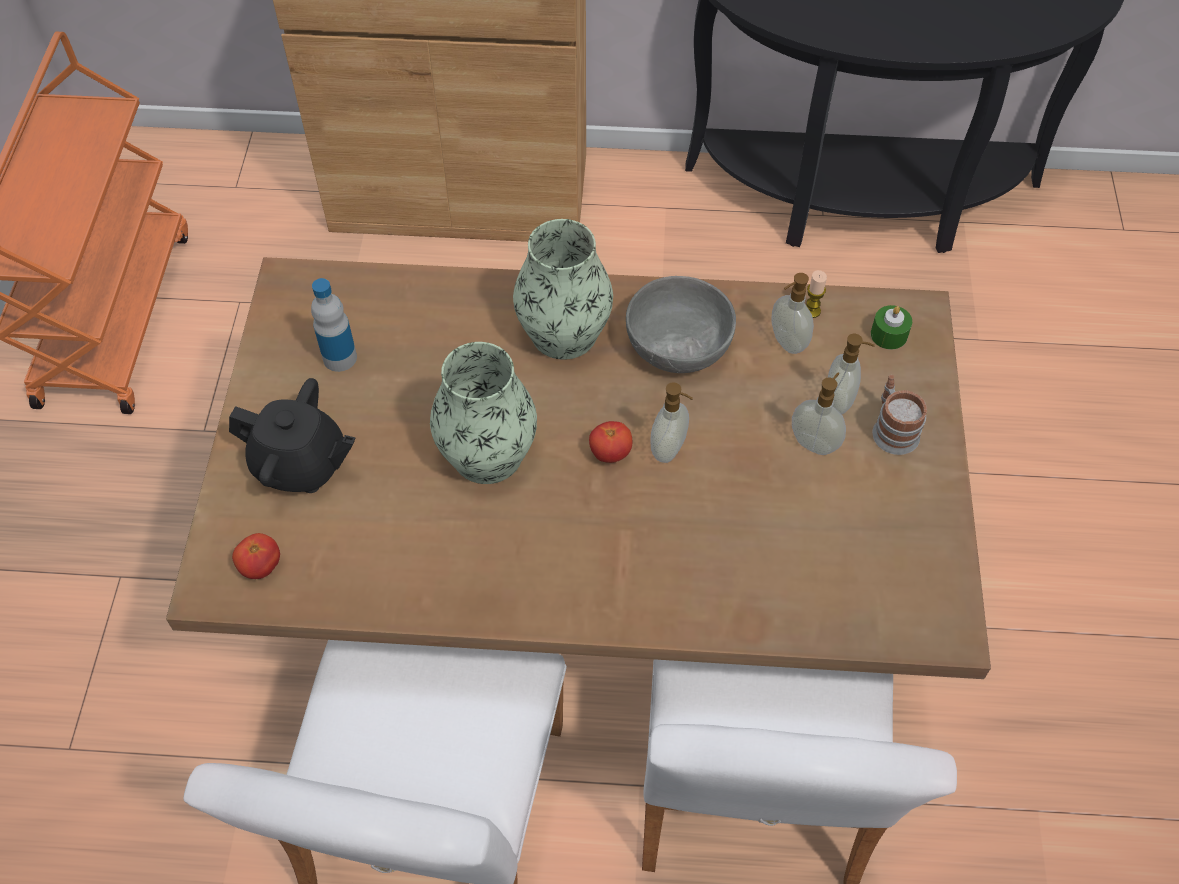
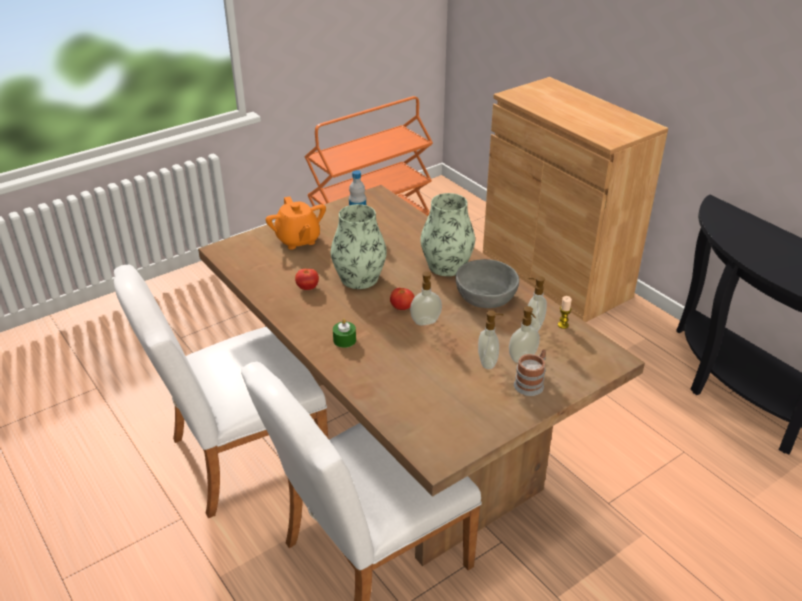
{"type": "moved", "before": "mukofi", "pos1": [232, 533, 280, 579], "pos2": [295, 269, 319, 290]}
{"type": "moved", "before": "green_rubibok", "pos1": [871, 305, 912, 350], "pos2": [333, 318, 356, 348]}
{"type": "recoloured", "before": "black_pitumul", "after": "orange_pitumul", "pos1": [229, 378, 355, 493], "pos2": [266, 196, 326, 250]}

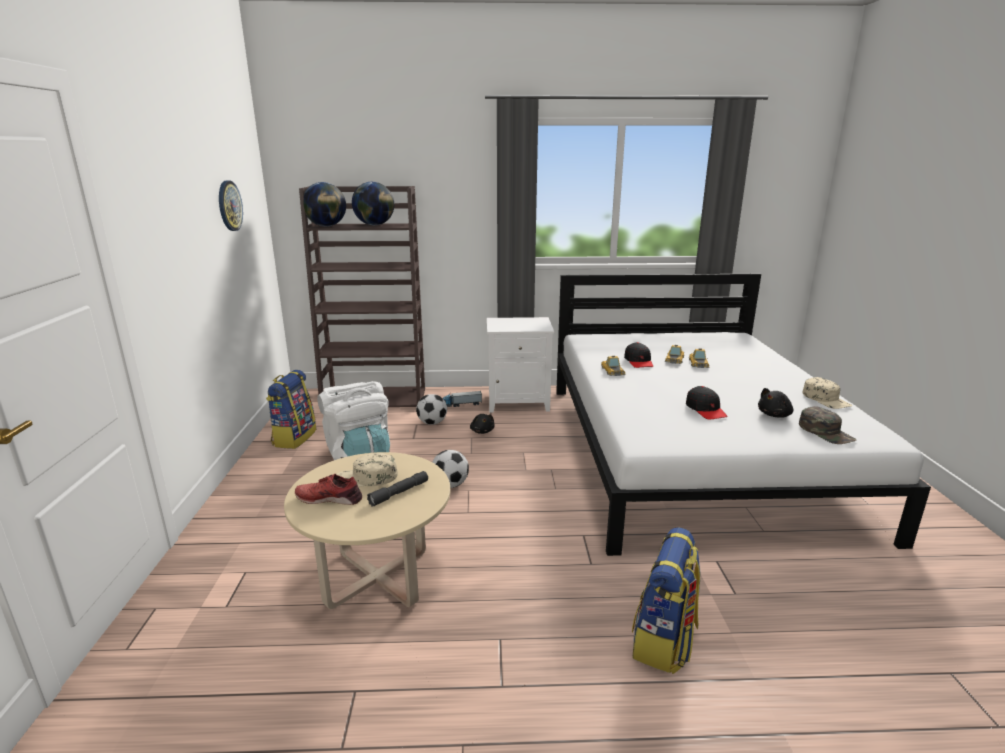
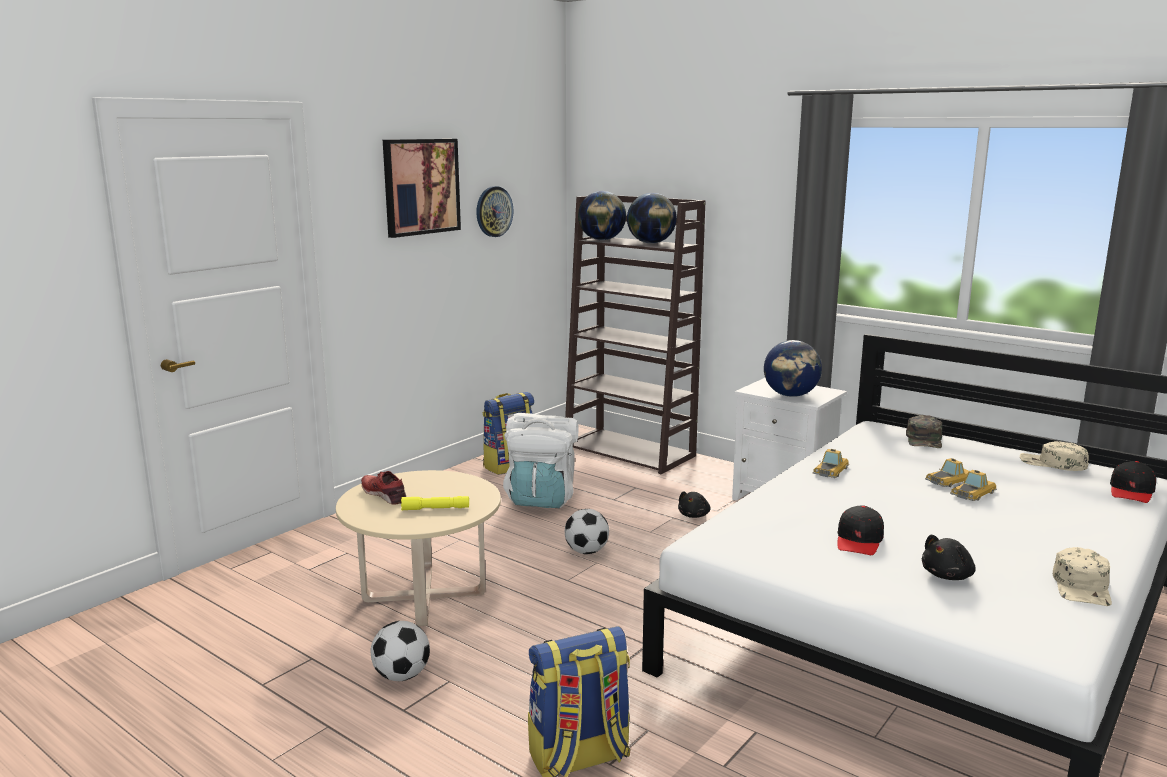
{"type": "removed", "before": "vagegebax", "pos1": [443, 391, 482, 407]}
{"type": "added", "after": "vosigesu", "pos2": [383, 139, 461, 238]}
{"type": "added", "after": "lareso", "pos2": [764, 340, 822, 397]}
{"type": "moved", "before": "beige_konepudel", "pos1": [336, 453, 398, 487], "pos2": [1020, 441, 1089, 471]}
{"type": "moved", "before": "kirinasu", "pos1": [416, 394, 447, 425], "pos2": [371, 621, 430, 681]}
{"type": "moved", "before": "black_konepudel", "pos1": [624, 342, 653, 368], "pos2": [1110, 461, 1156, 503]}
{"type": "moved", "before": "green_konepudel", "pos1": [799, 406, 856, 444], "pos2": [906, 415, 942, 448]}
{"type": "recoloured", "before": "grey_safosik", "after": "yellow_safosik", "pos1": [367, 471, 428, 507], "pos2": [401, 496, 469, 510]}
{"type": "turned", "before": "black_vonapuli", "pos1": [758, 388, 793, 418], "pos2": [922, 534, 976, 580], "turn": -45}

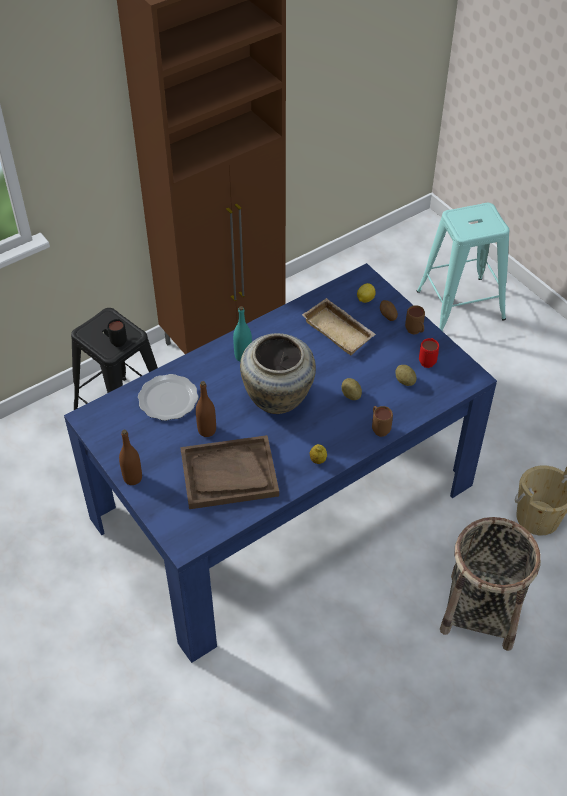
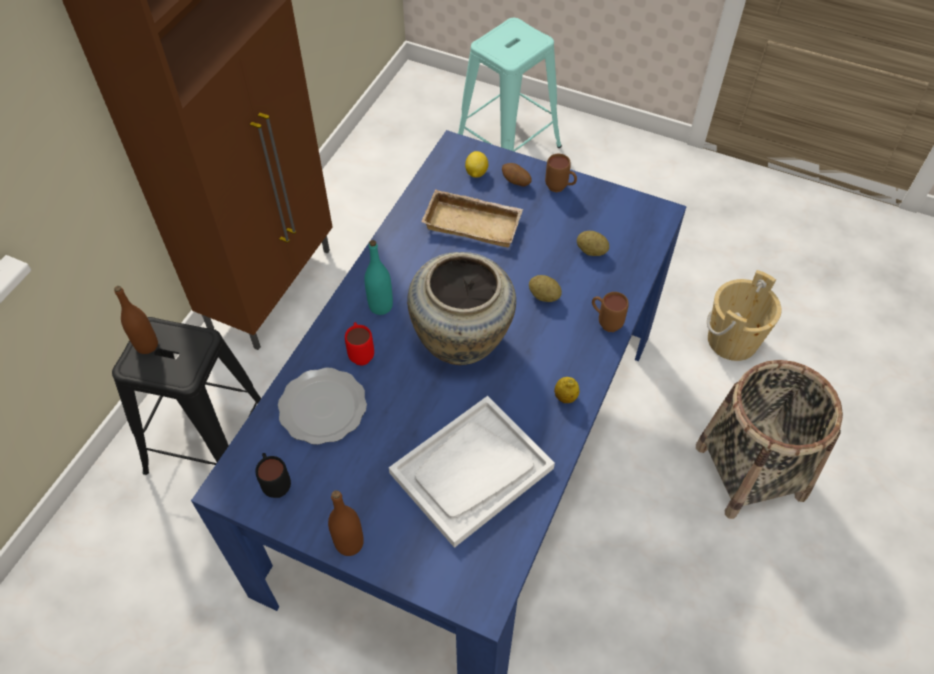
{"type": "moved", "before": "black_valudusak", "pos1": [107, 319, 127, 347], "pos2": [255, 453, 291, 498]}
{"type": "moved", "before": "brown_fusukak", "pos1": [196, 381, 216, 437], "pos2": [114, 286, 158, 354]}
{"type": "moved", "before": "red_valudusak", "pos1": [419, 338, 439, 368], "pos2": [345, 322, 374, 366]}
{"type": "recoloured", "before": "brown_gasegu", "after": "white_gasegu", "pos1": [180, 435, 279, 509], "pos2": [389, 396, 555, 548]}

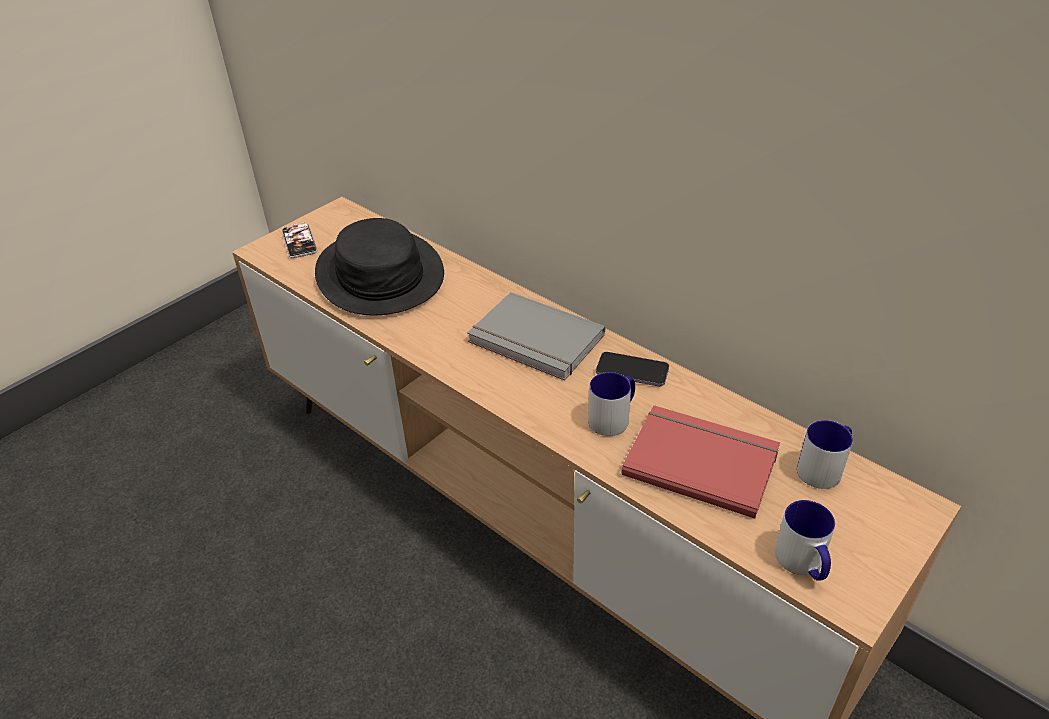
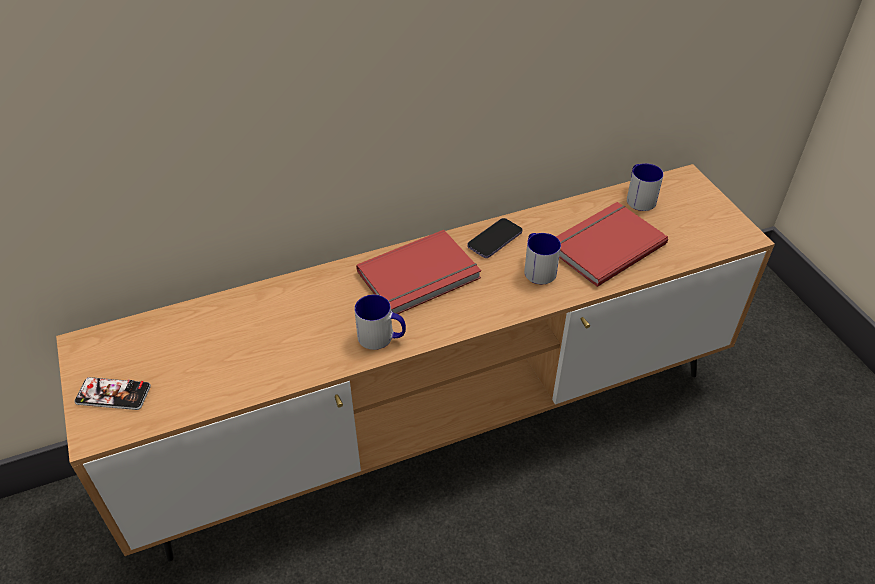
{"type": "removed", "before": "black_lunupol", "pos1": [315, 218, 444, 315]}
{"type": "moved", "before": "valudusak", "pos1": [775, 500, 835, 581], "pos2": [354, 295, 406, 350]}
{"type": "recoloured", "before": "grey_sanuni", "after": "red_sanuni", "pos1": [467, 292, 605, 380], "pos2": [356, 230, 481, 314]}

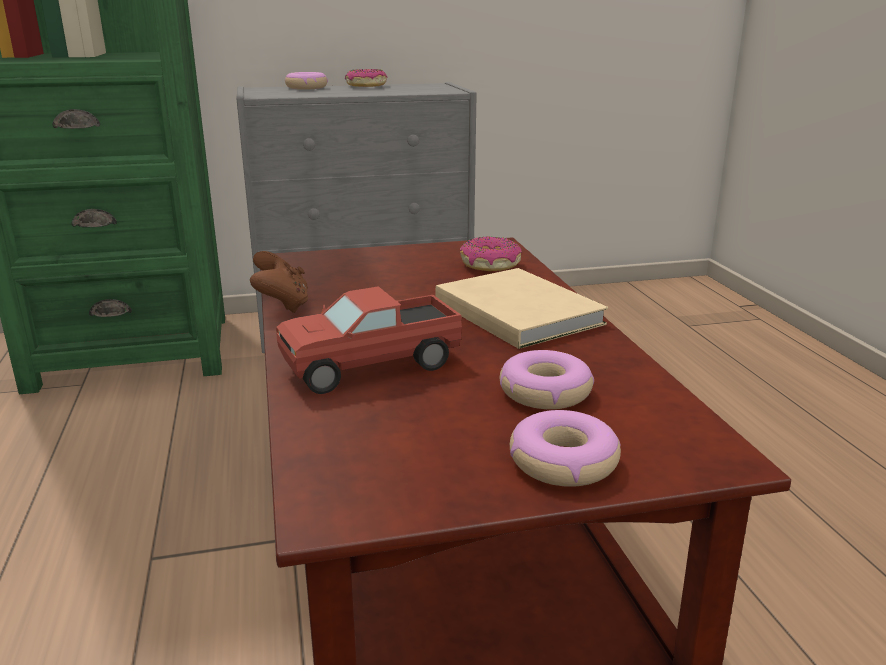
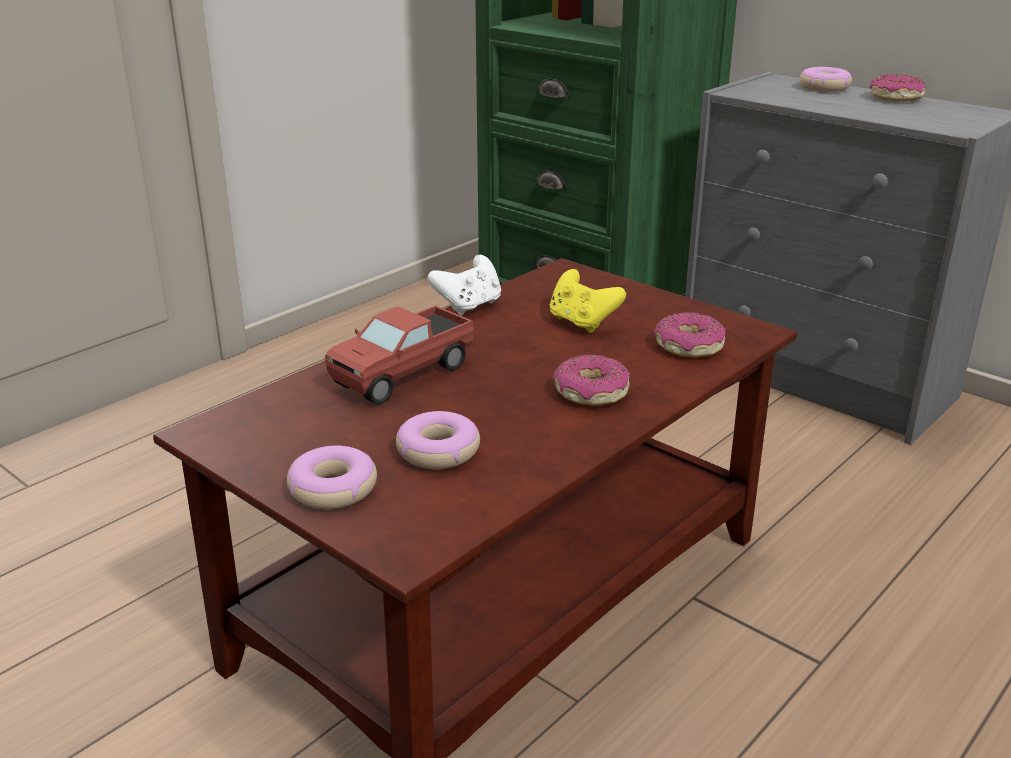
{"type": "added", "after": "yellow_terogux", "pos2": [550, 269, 626, 333]}
{"type": "replaced", "before": "beige_sanuni", "after": "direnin", "pos1": [435, 268, 608, 349], "pos2": [552, 355, 630, 405]}
{"type": "recoloured", "before": "brown_terogux", "after": "white_terogux", "pos1": [250, 251, 309, 313], "pos2": [427, 255, 501, 316]}
{"type": "turned", "before": "vagegebax", "pos1": [276, 286, 462, 394], "pos2": [325, 305, 474, 405], "turn": -75}

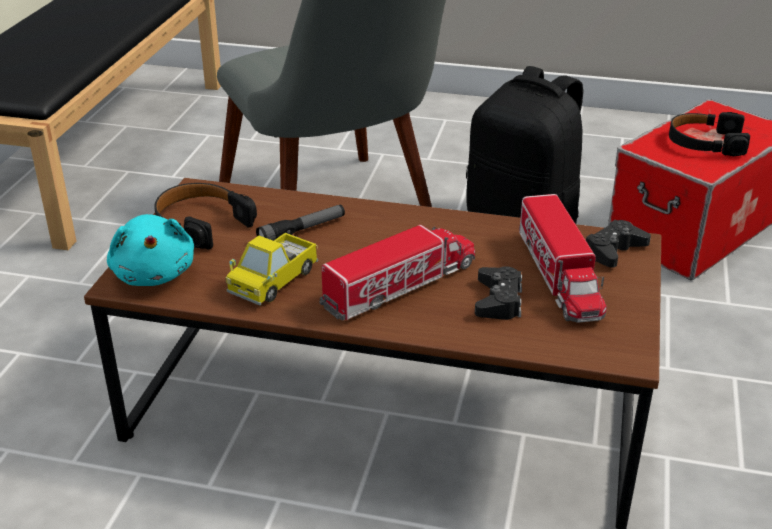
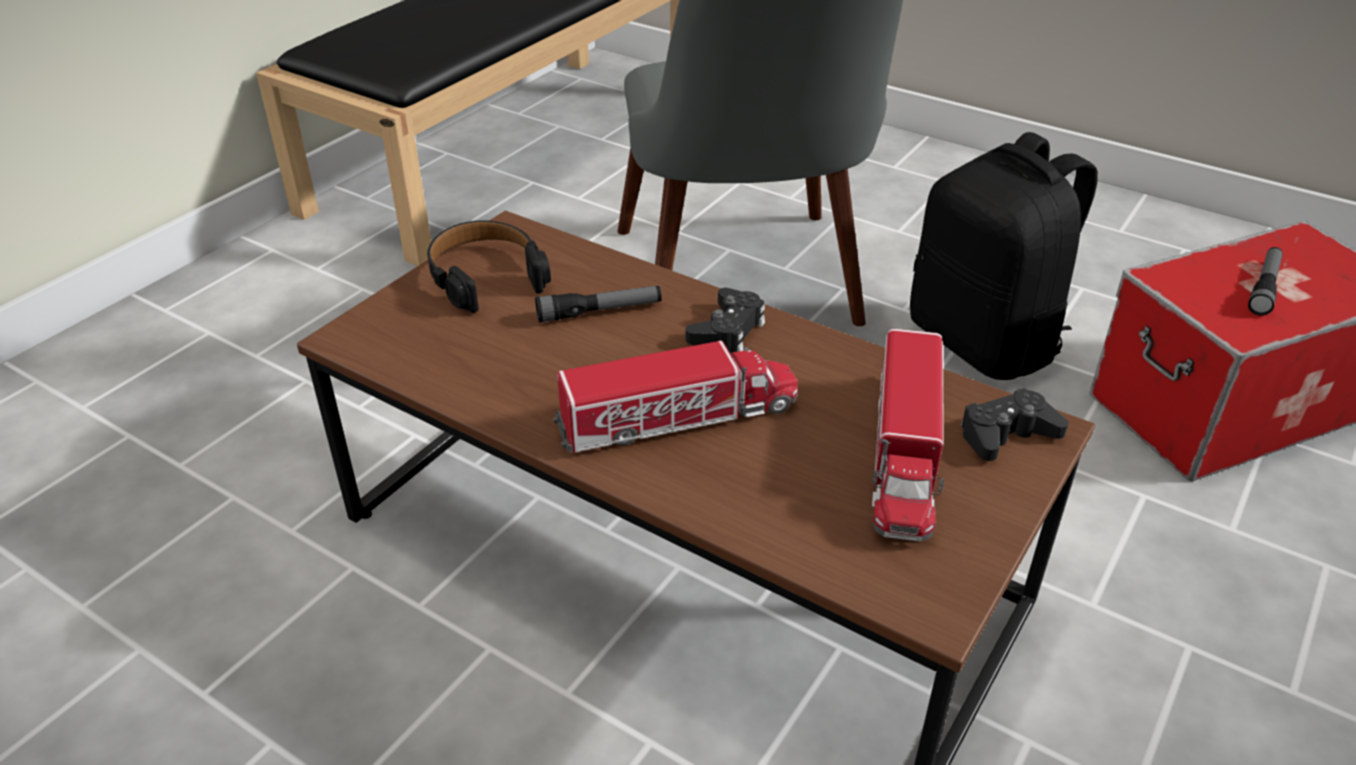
{"type": "removed", "before": "turquoise_vonapuli", "pos1": [107, 214, 194, 286]}
{"type": "removed", "before": "vagegebax", "pos1": [225, 233, 318, 305]}
{"type": "moved", "before": "black_terogux", "pos1": [475, 266, 522, 320], "pos2": [685, 288, 765, 353]}
{"type": "replaced", "before": "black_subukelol", "after": "safosik", "pos1": [669, 112, 750, 156], "pos2": [1248, 247, 1283, 316]}

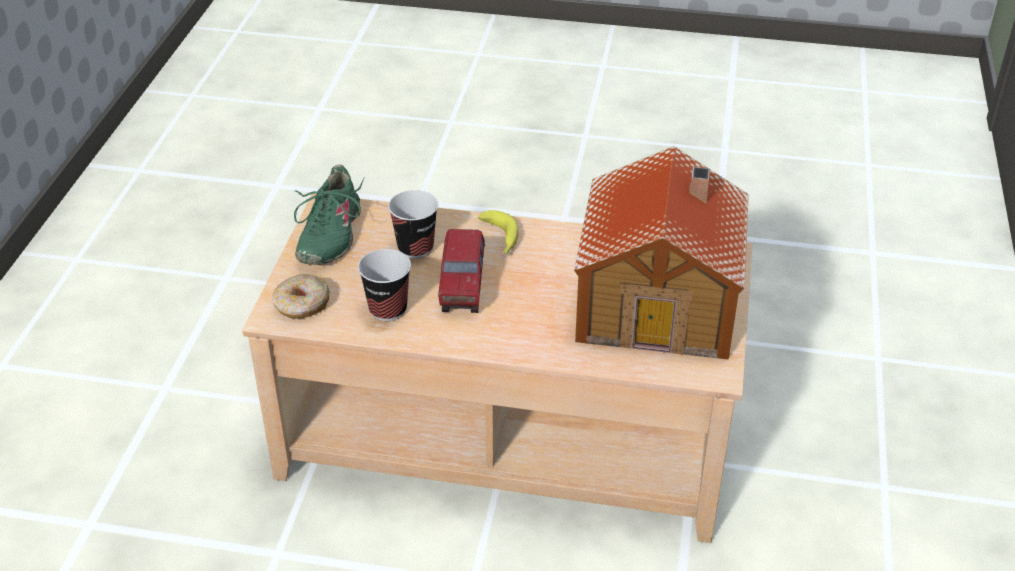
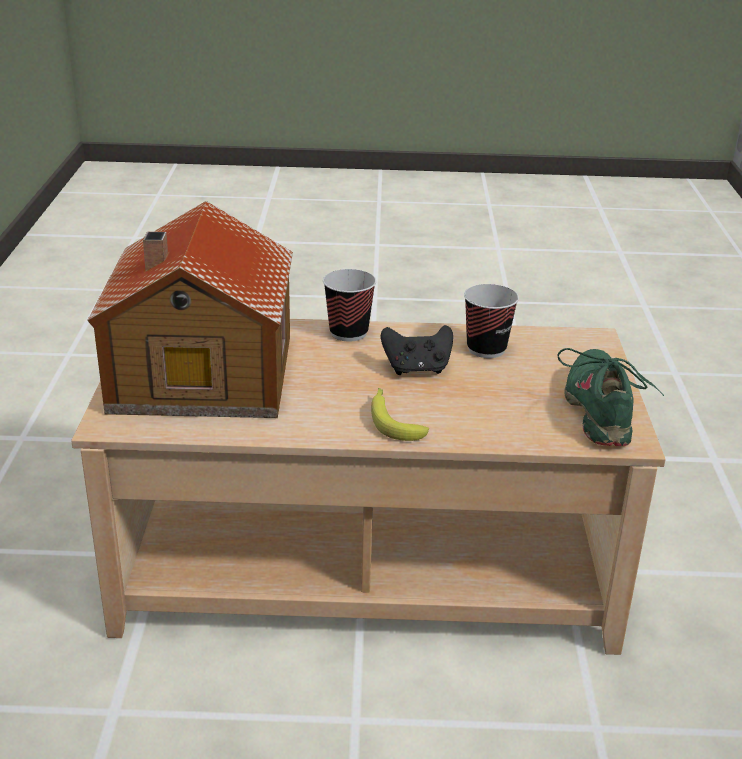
{"type": "removed", "before": "direnin", "pos1": [272, 274, 330, 319]}
{"type": "moved", "before": "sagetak", "pos1": [388, 190, 438, 259], "pos2": [323, 269, 376, 341]}
{"type": "replaced", "before": "vagegebax", "after": "black_terogux", "pos1": [438, 229, 485, 313], "pos2": [381, 325, 453, 375]}

